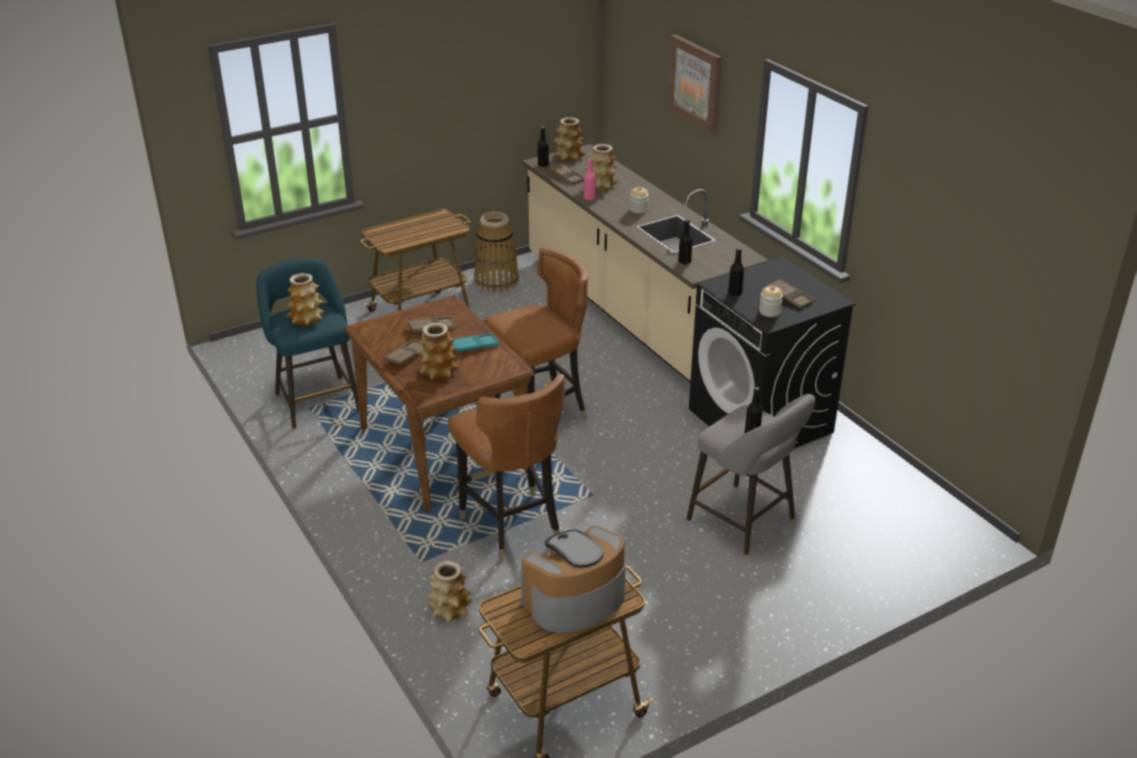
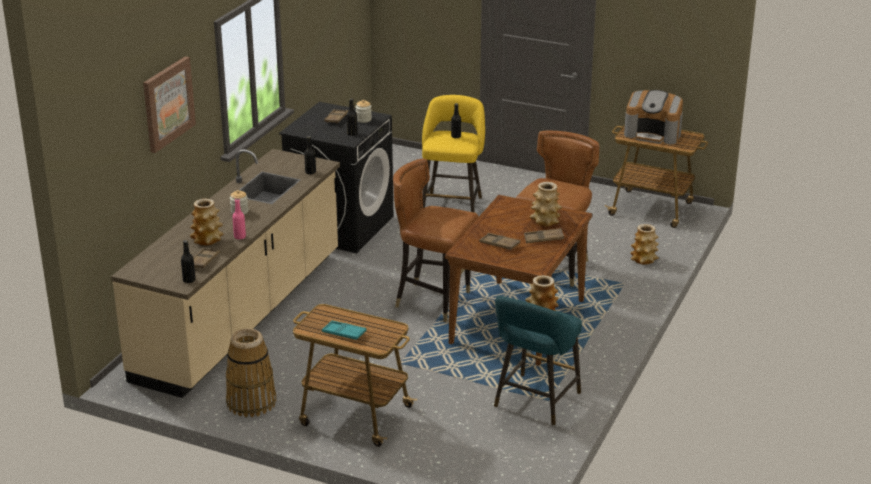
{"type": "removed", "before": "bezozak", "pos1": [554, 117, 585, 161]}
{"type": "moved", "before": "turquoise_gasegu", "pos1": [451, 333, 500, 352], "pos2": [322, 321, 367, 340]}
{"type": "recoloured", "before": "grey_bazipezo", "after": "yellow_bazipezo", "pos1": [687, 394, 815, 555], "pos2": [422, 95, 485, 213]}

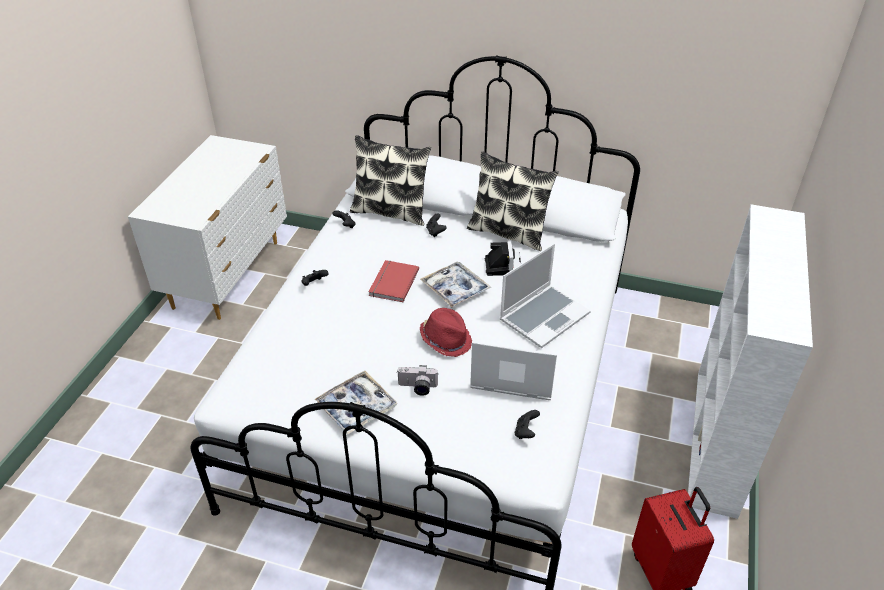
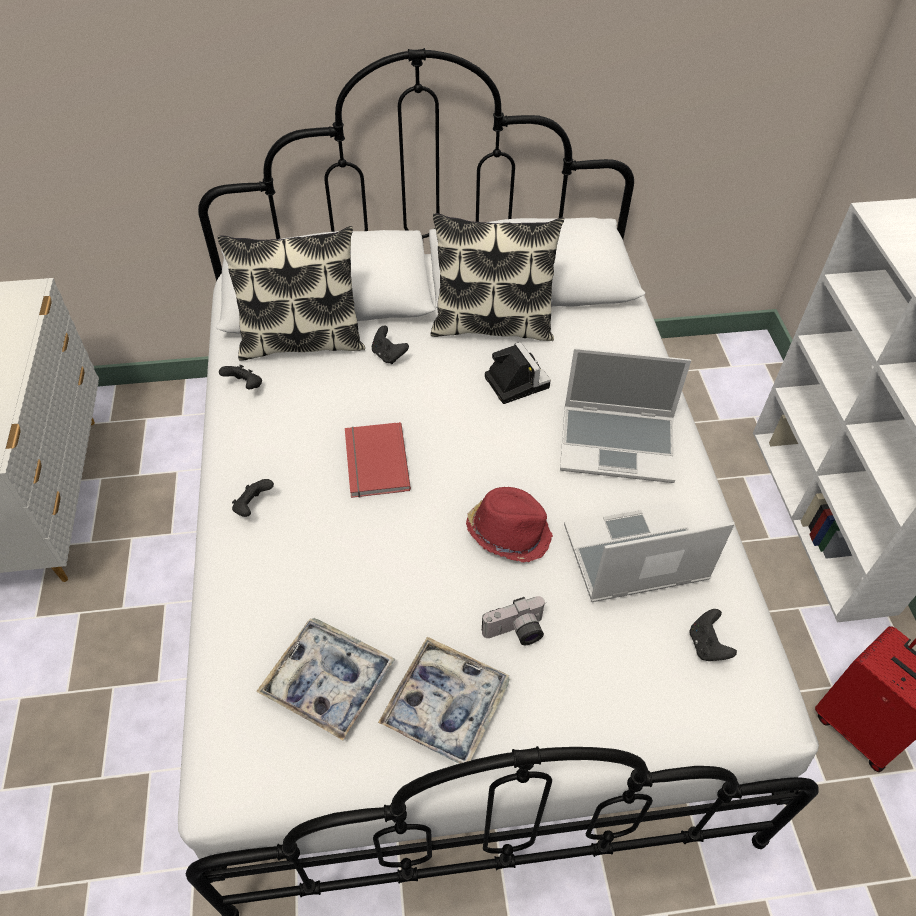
{"type": "moved", "before": "gasegu", "pos1": [420, 262, 491, 307], "pos2": [256, 618, 395, 741]}
{"type": "turned", "before": "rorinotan", "pos1": [500, 243, 591, 348], "pos2": [560, 348, 691, 483], "turn": 75}

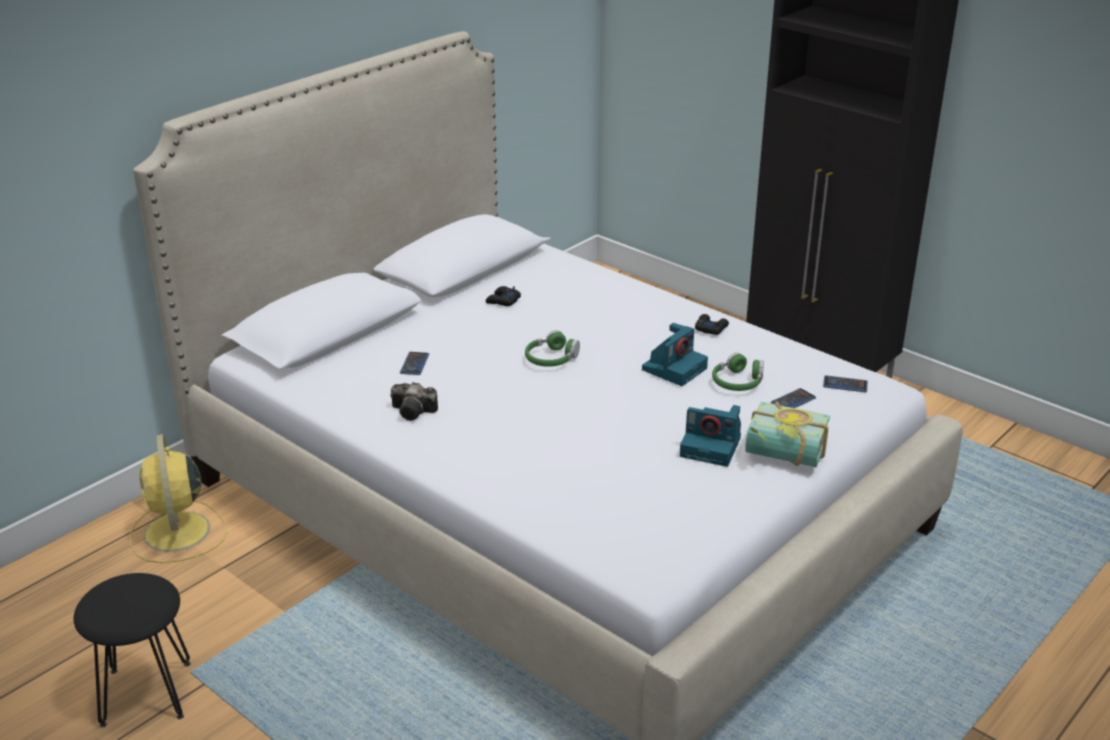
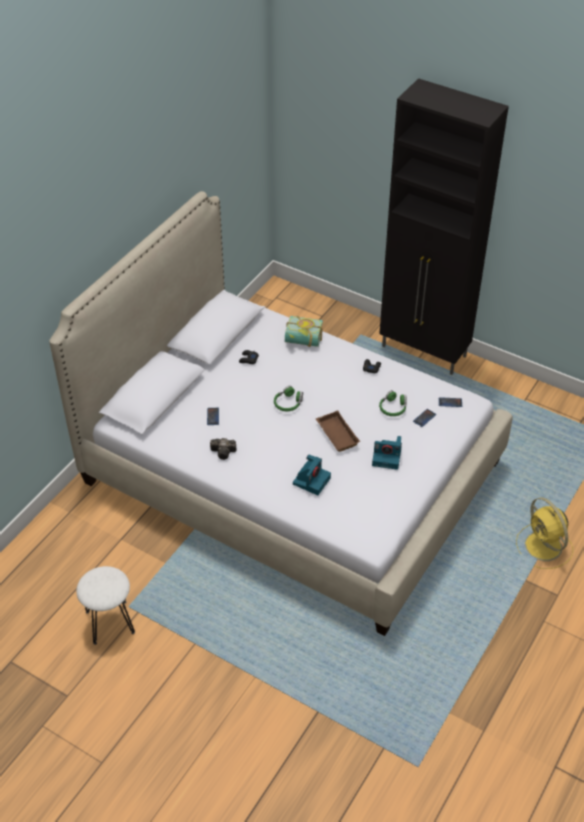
{"type": "added", "after": "brown_gasegu", "pos2": [316, 411, 360, 452]}
{"type": "moved", "before": "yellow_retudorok", "pos1": [130, 434, 227, 563], "pos2": [516, 497, 573, 569]}
{"type": "moved", "before": "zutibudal", "pos1": [642, 323, 708, 386], "pos2": [293, 455, 331, 495]}
{"type": "moved", "before": "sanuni", "pos1": [745, 402, 830, 467], "pos2": [285, 315, 323, 347]}
{"type": "recoloured", "before": "black_bazipezo", "after": "white_bazipezo", "pos1": [74, 573, 191, 728], "pos2": [76, 566, 135, 645]}

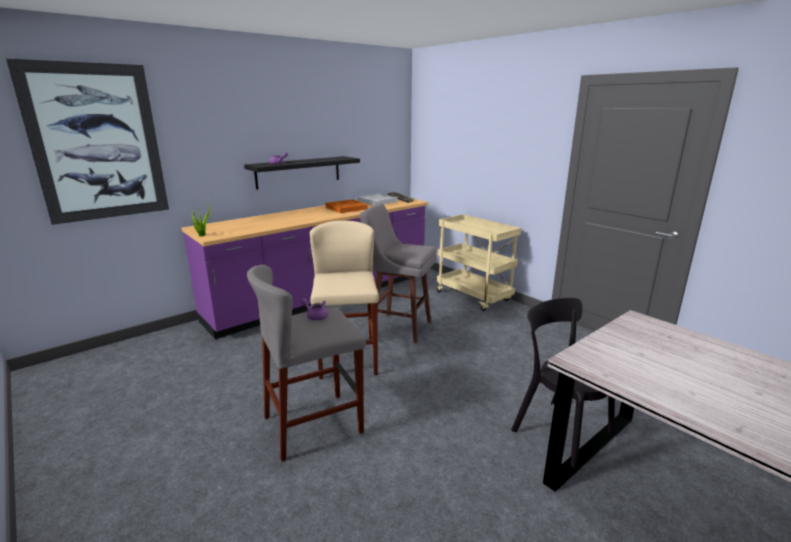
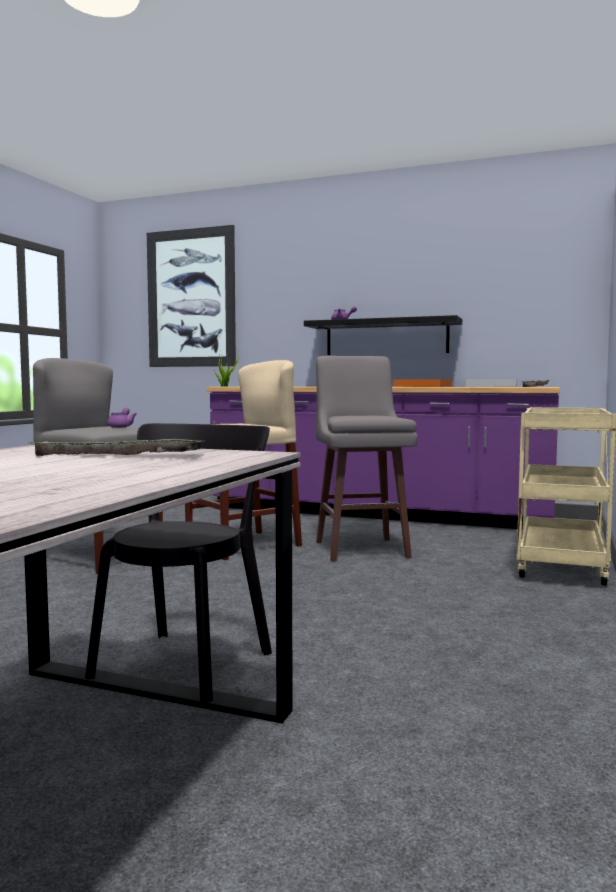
{"type": "added", "after": "gasegu", "pos2": [29, 439, 205, 456]}

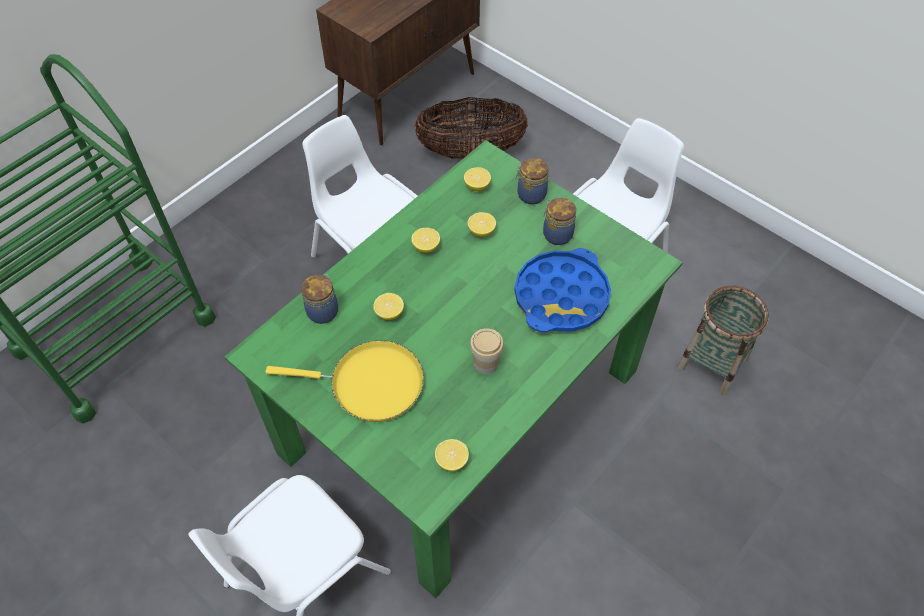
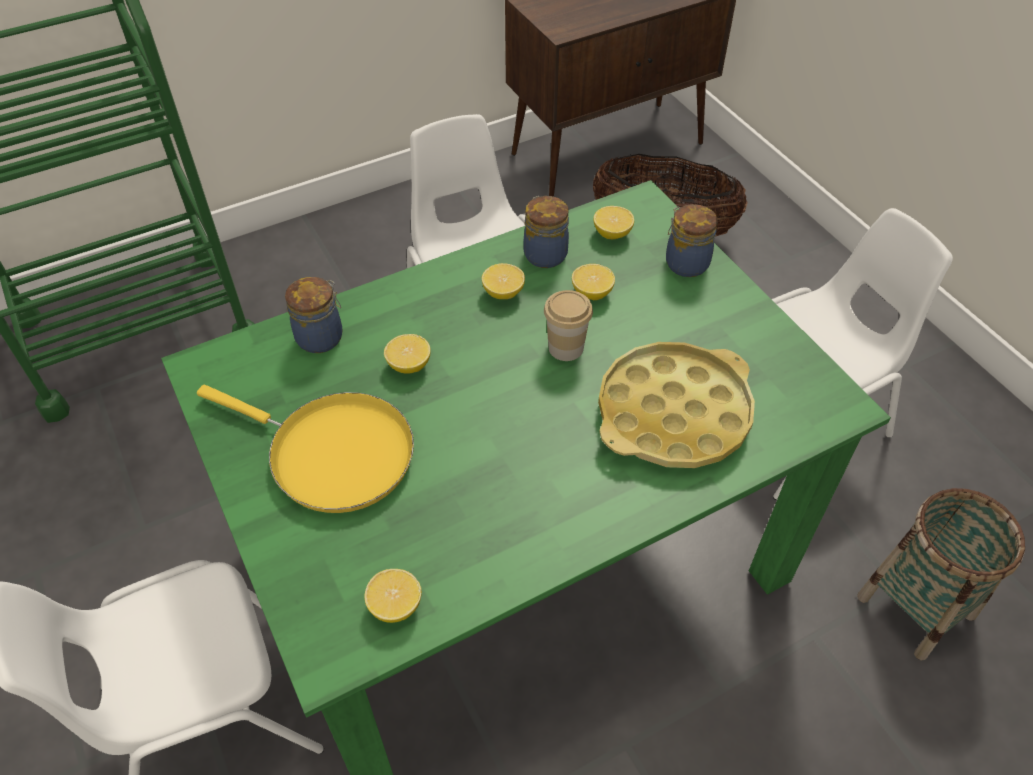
{"type": "moved", "before": "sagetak", "pos1": [470, 328, 504, 374], "pos2": [544, 290, 593, 361]}
{"type": "moved", "before": "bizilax", "pos1": [543, 198, 576, 245], "pos2": [523, 196, 569, 268]}
{"type": "recoloured", "before": "blue_gasegu", "after": "yellow_gasegu", "pos1": [515, 248, 611, 332], "pos2": [598, 342, 755, 468]}

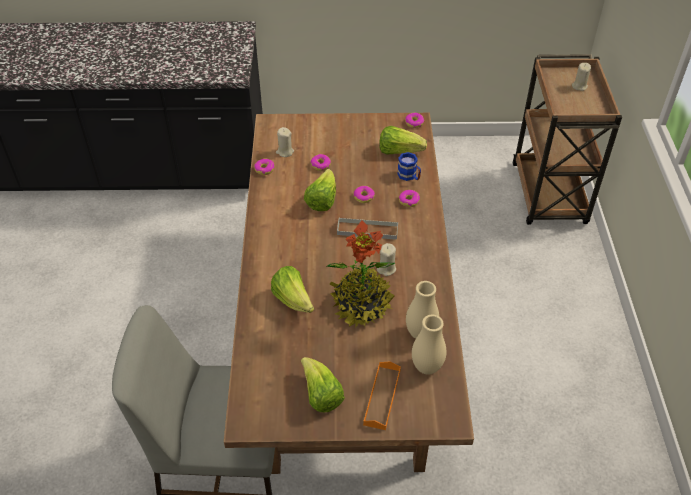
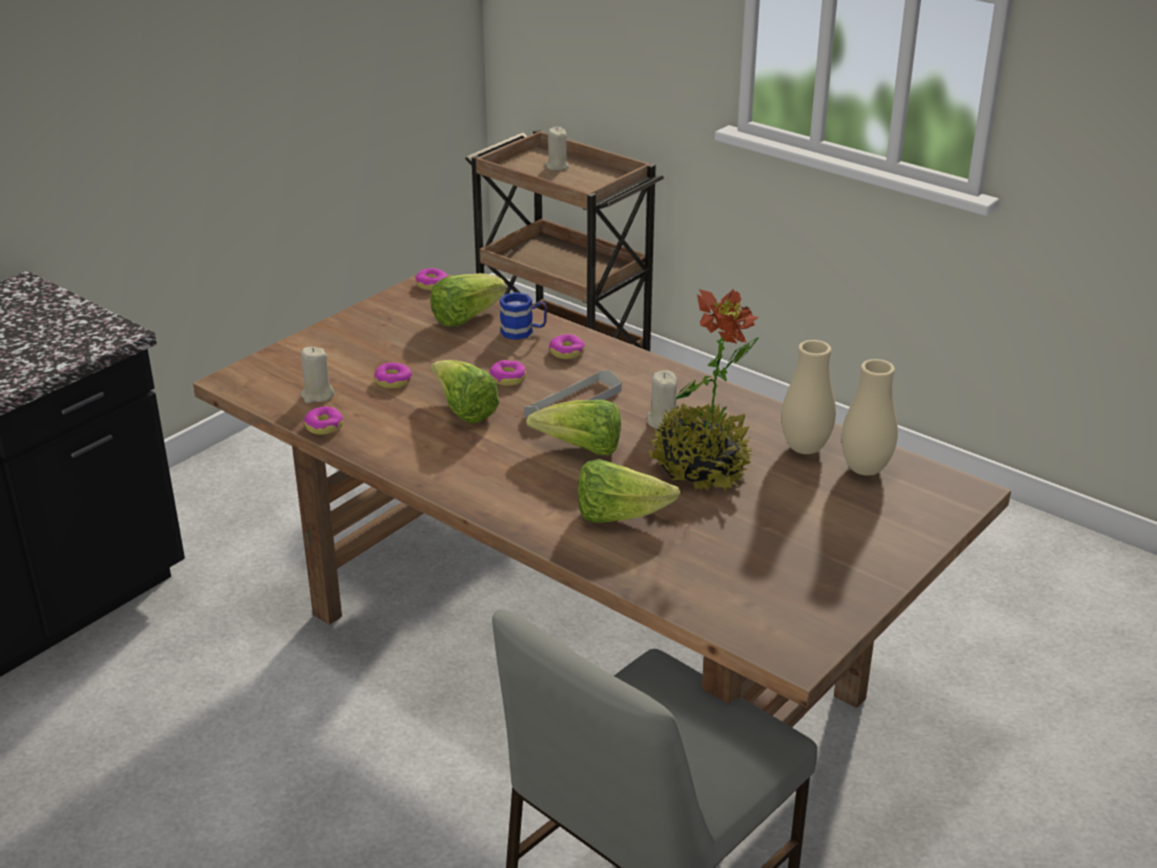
{"type": "removed", "before": "orange_gasegu", "pos1": [363, 362, 401, 430]}
{"type": "moved", "before": "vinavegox", "pos1": [301, 357, 345, 412], "pos2": [526, 400, 621, 455]}

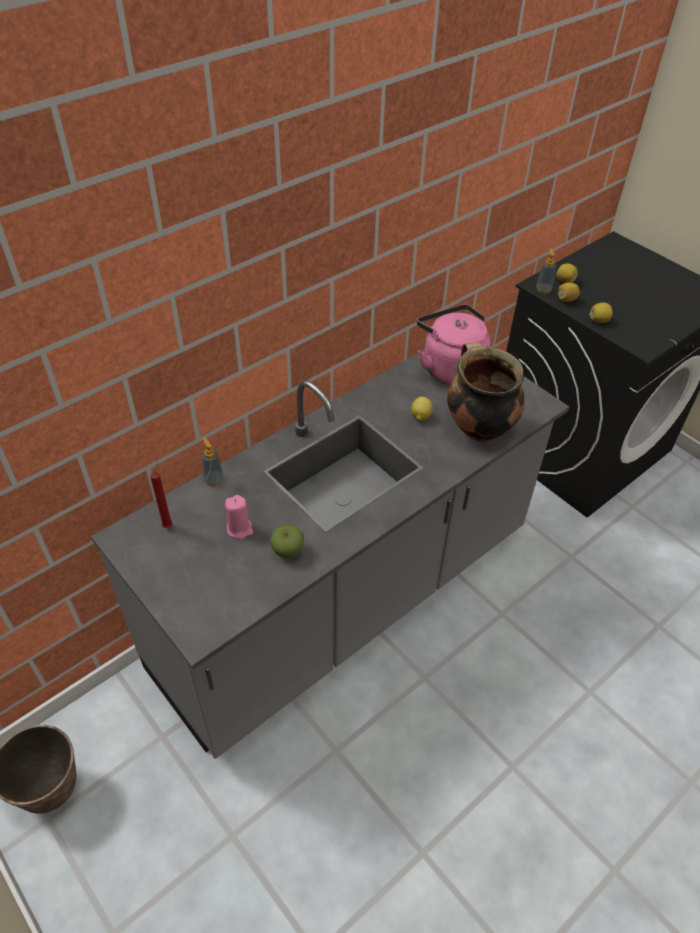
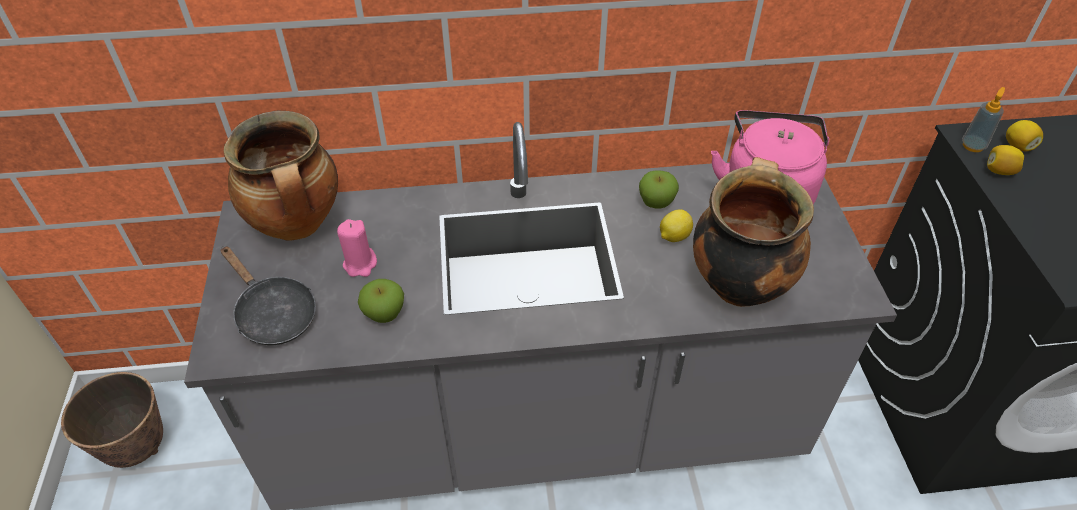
{"type": "removed", "before": "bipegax", "pos1": [201, 437, 224, 486]}
{"type": "removed", "before": "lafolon", "pos1": [589, 302, 613, 323]}
{"type": "added", "after": "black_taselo", "pos2": [220, 246, 316, 345]}
{"type": "added", "after": "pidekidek", "pos2": [639, 170, 679, 209]}
{"type": "replaced", "before": "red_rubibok", "after": "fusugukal", "pos1": [150, 462, 172, 528], "pos2": [224, 111, 338, 241]}

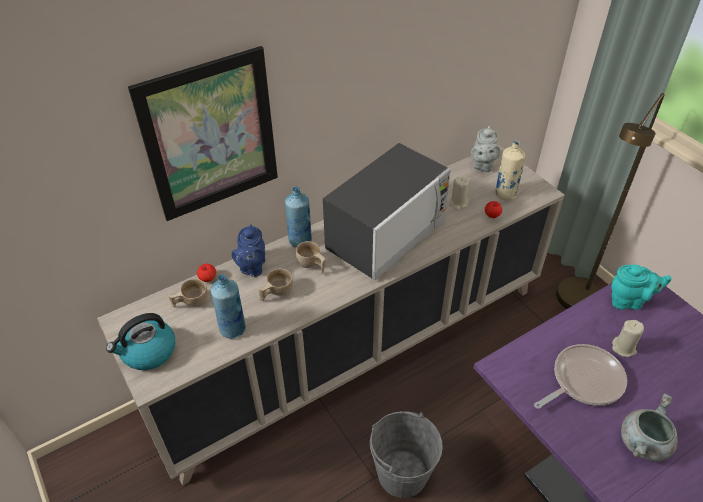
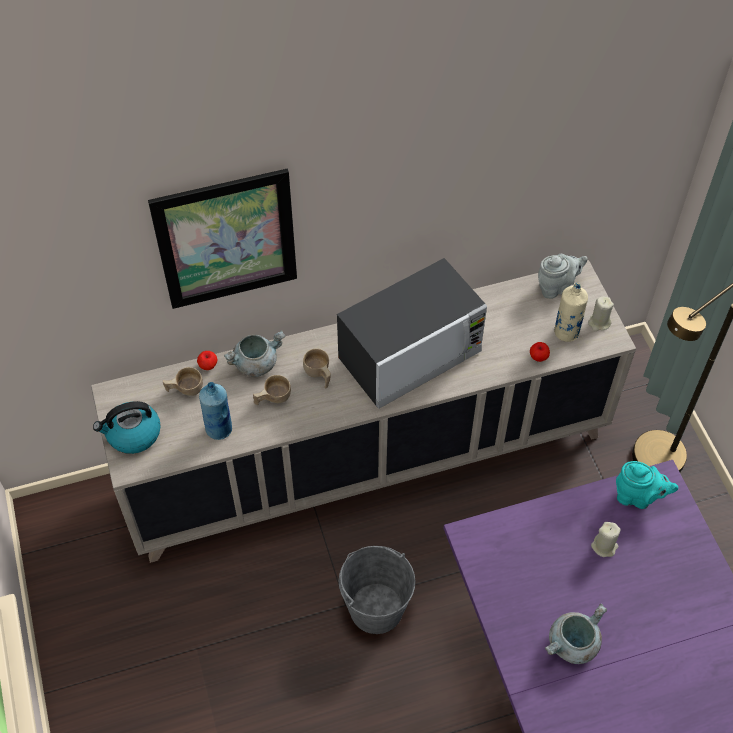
{"type": "removed", "before": "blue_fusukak", "pos1": [285, 187, 312, 248]}
{"type": "removed", "before": "taselo", "pos1": [534, 344, 627, 409]}
{"type": "moved", "before": "beige_rubibok", "pos1": [449, 177, 469, 210], "pos2": [588, 296, 614, 331]}
{"type": "replaced", "before": "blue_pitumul", "after": "grey_fusugukal", "pos1": [231, 224, 265, 277], "pos2": [224, 330, 285, 377]}
{"type": "turned", "before": "grey_pitumul", "pos1": [471, 126, 501, 172], "pos2": [538, 254, 588, 299], "turn": -135}

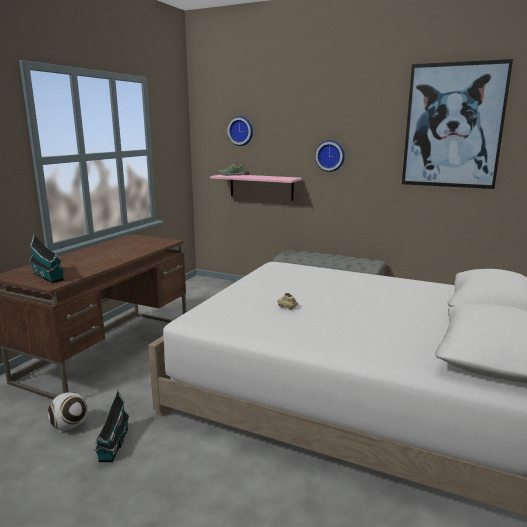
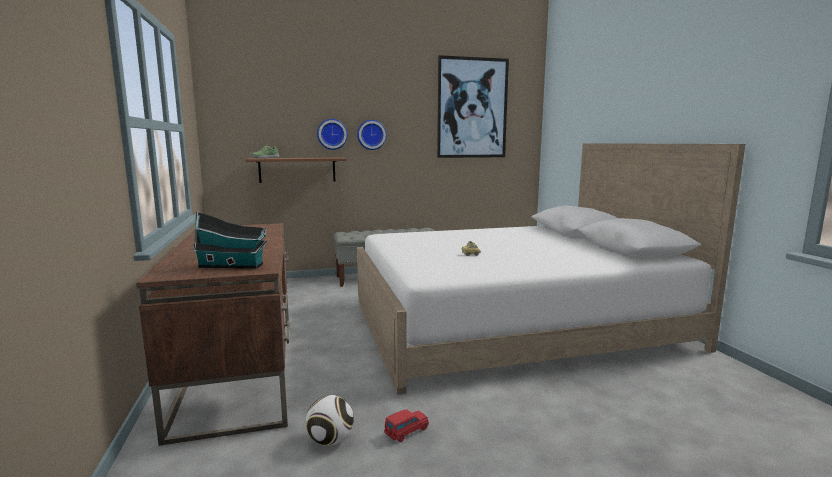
{"type": "moved", "before": "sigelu", "pos1": [227, 116, 253, 146], "pos2": [317, 119, 348, 150]}
{"type": "replaced", "before": "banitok", "after": "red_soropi", "pos1": [94, 391, 130, 462], "pos2": [384, 409, 429, 442]}
{"type": "recoloured", "before": "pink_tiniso", "after": "brown_tiniso", "pos1": [210, 174, 302, 201], "pos2": [245, 157, 347, 183]}

